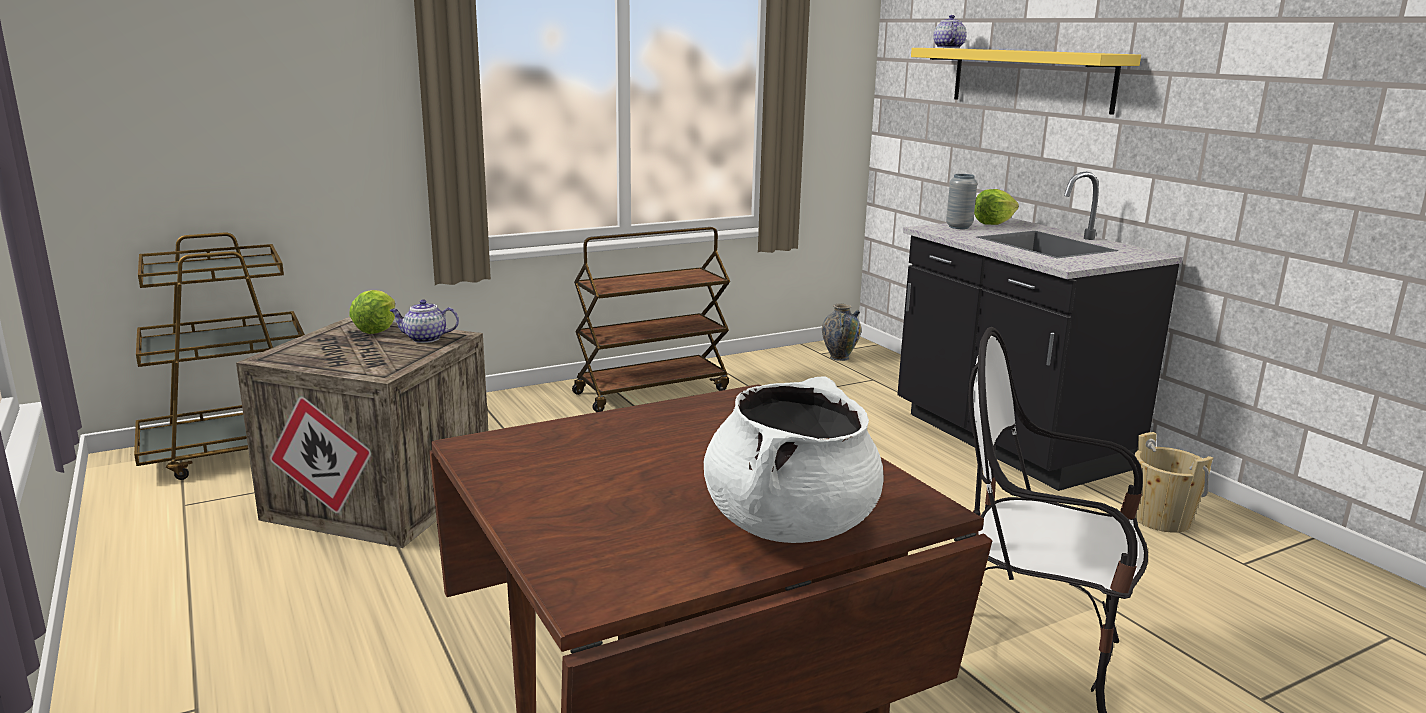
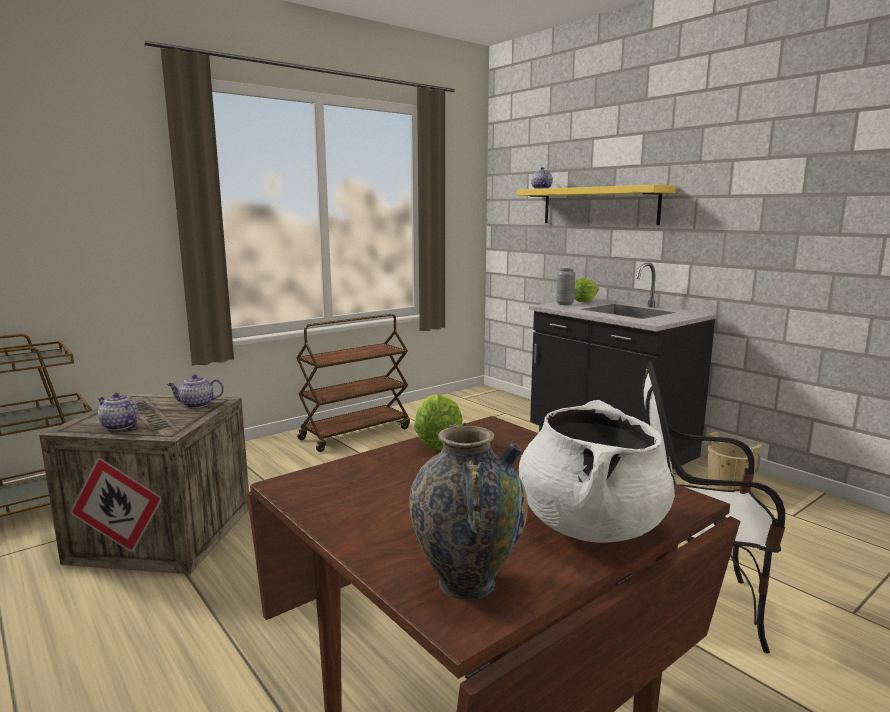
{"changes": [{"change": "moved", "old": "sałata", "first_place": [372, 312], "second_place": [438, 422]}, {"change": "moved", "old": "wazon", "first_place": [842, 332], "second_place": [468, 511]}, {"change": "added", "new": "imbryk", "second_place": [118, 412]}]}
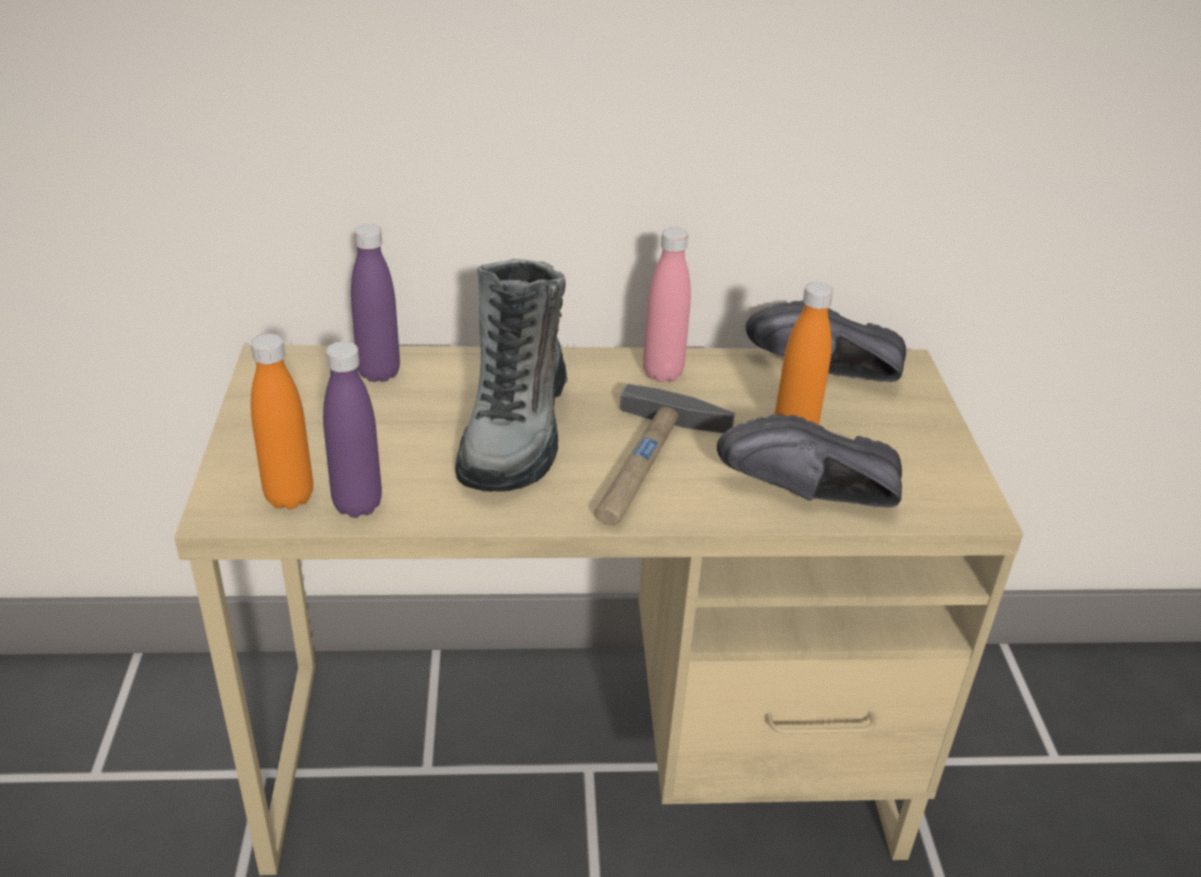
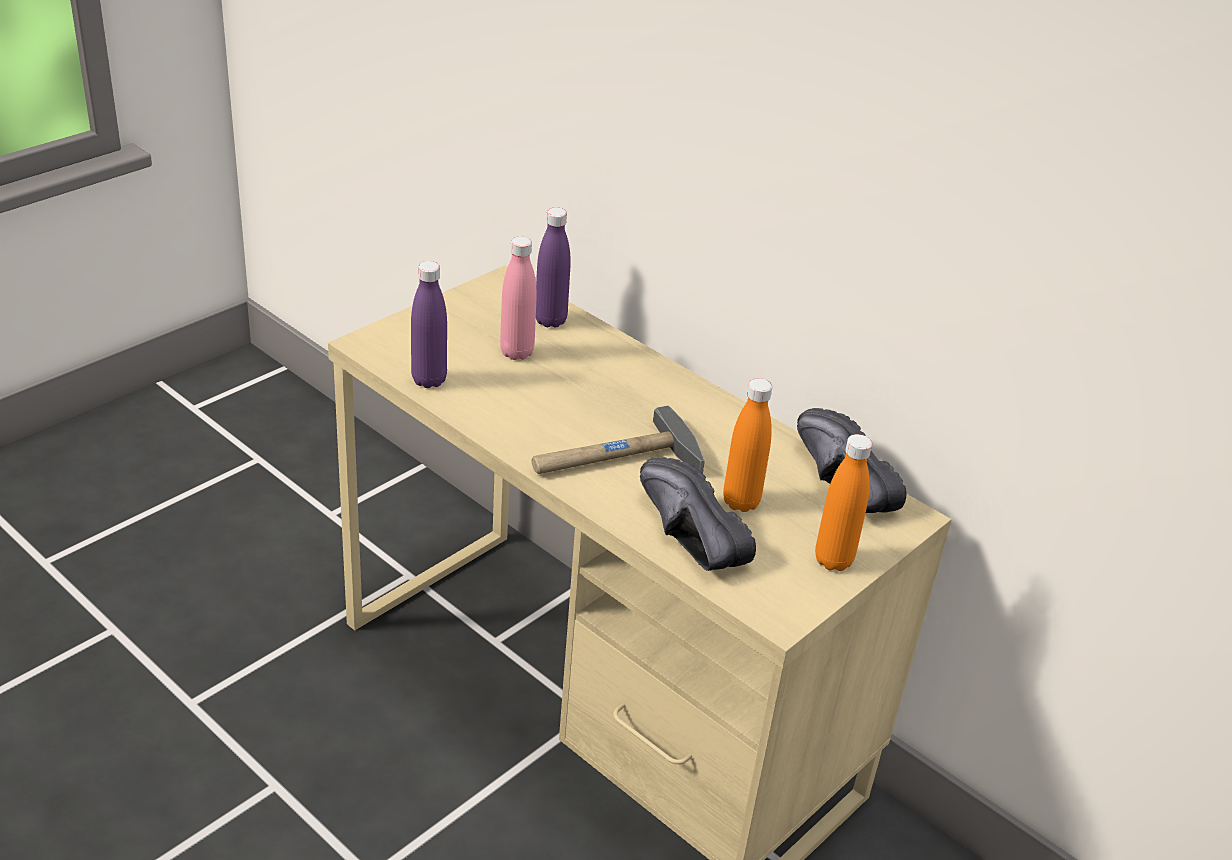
{"changes": [{"change": "moved", "old": "butelka [pomarańczowy]", "first_place": [282, 421], "second_place": [844, 502]}, {"change": "removed", "old": "but z cholewką", "first_place": [511, 375]}, {"change": "moved", "old": "butelka [różowy]", "first_place": [667, 304], "second_place": [518, 298]}]}
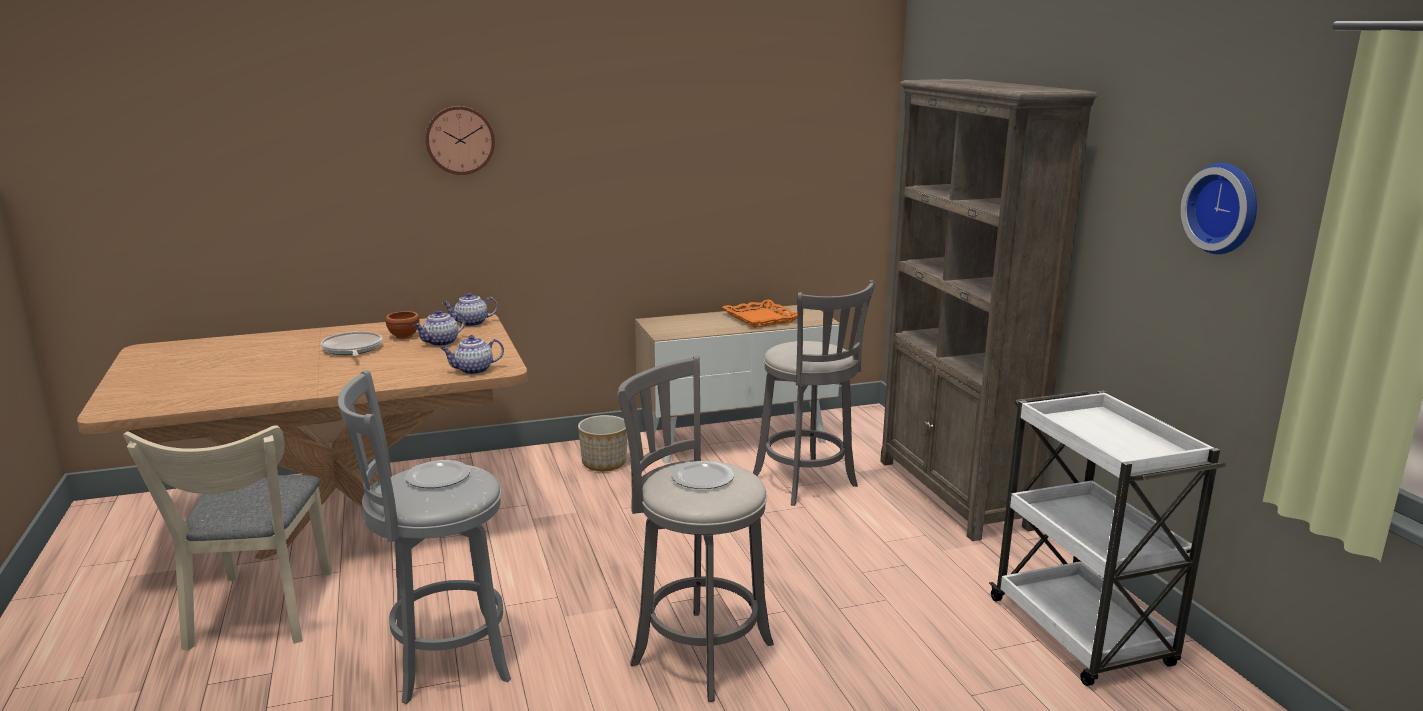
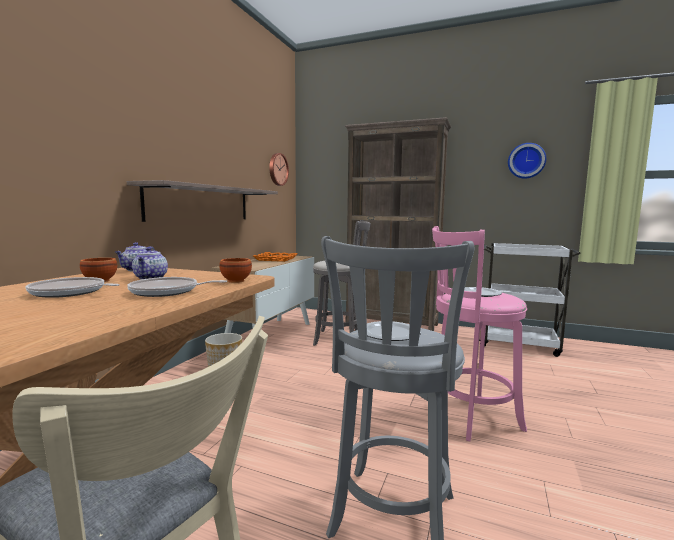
{"changes": [{"change": "moved", "old": "zegar ścienny", "first_place": [460, 140], "second_place": [279, 169]}, {"change": "replaced", "old": "imbryk", "new": "miska [brązowy]", "first_place": [472, 355], "second_place": [235, 270]}, {"change": "recoloured", "old": "stołek [szary]", "new": "stołek [różowy]", "first_place": [695, 529], "second_place": [479, 334]}, {"change": "added", "new": "półka", "second_place": [202, 201]}, {"change": "added", "new": "patelnia", "second_place": [177, 287]}]}
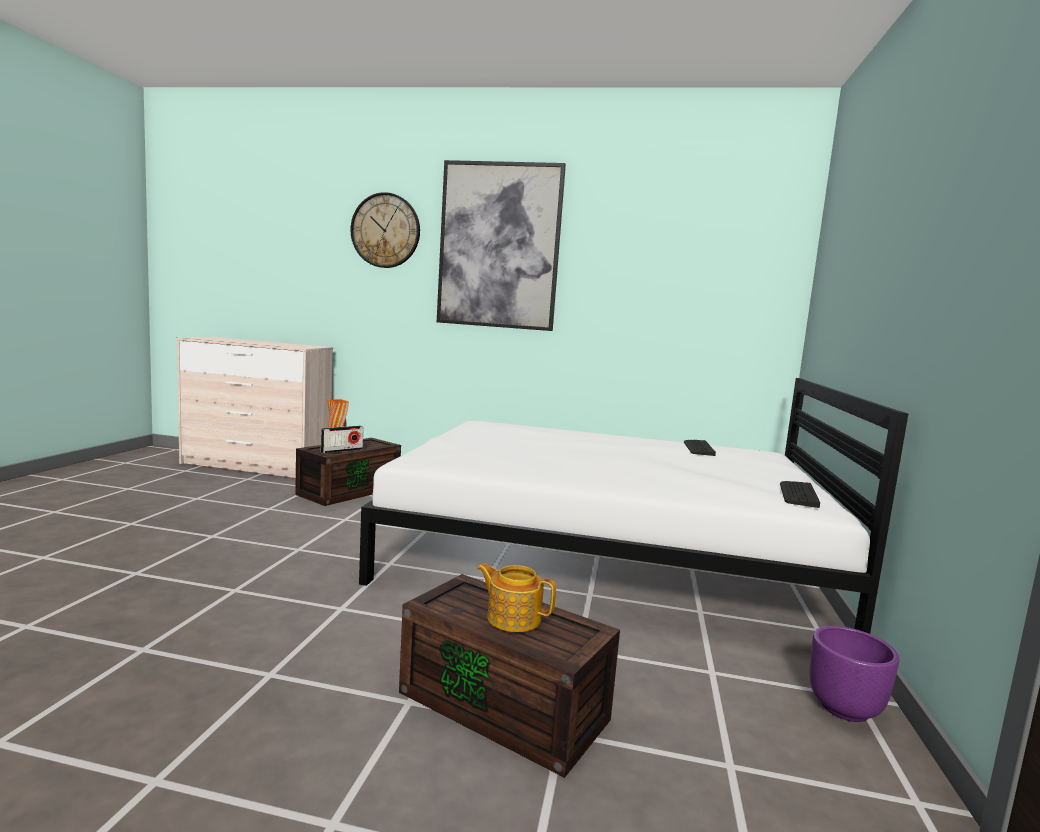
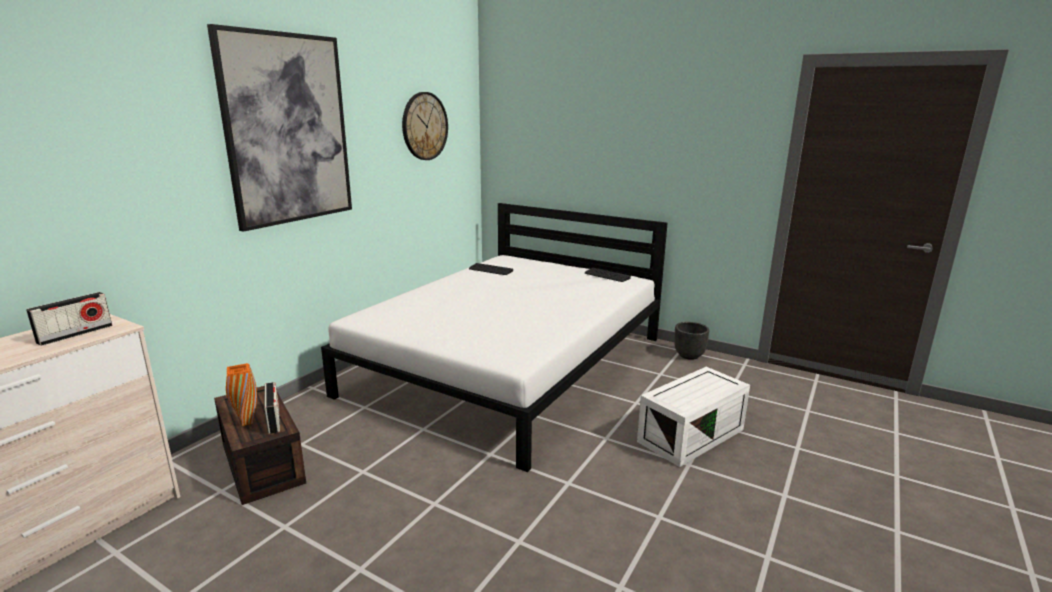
{"changes": [{"change": "moved", "old": "zegar ścienny", "first_place": [385, 230], "second_place": [425, 126]}, {"change": "recoloured", "old": "pojemnik do przechowywania [brązowy]", "new": "pojemnik do przechowywania [biały]", "first_place": [509, 676], "second_place": [693, 417]}, {"change": "removed", "old": "imbryk", "first_place": [516, 597]}, {"change": "recoloured", "old": "donica [fioletowy]", "new": "donica [czarny]", "first_place": [854, 674], "second_place": [691, 341]}, {"change": "added", "new": "radio", "second_place": [69, 319]}]}
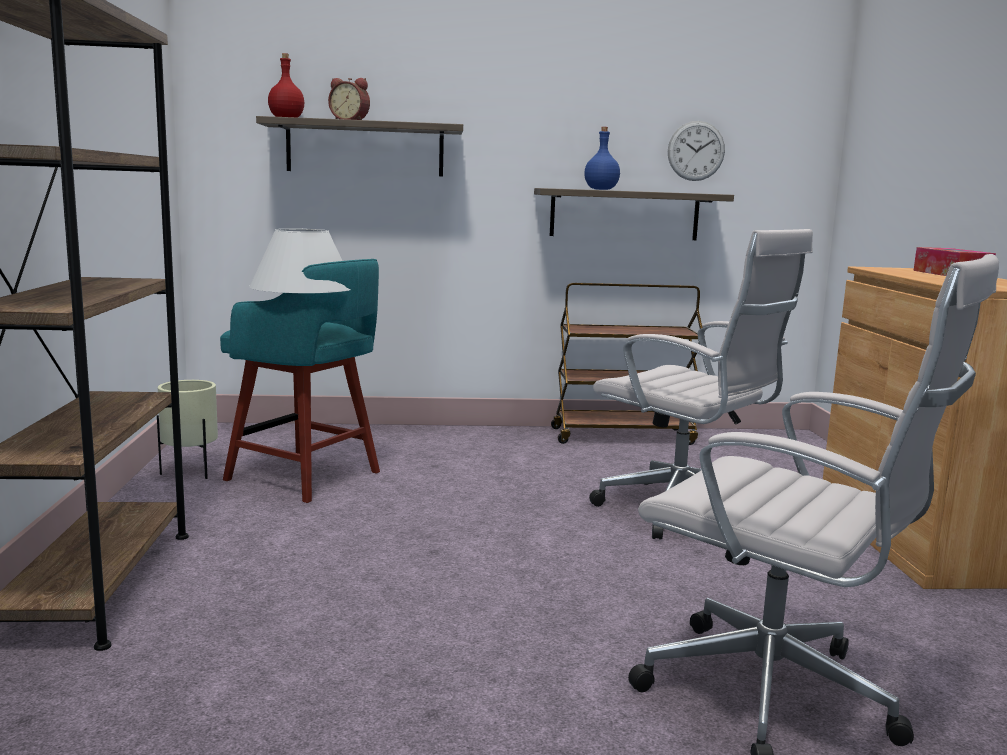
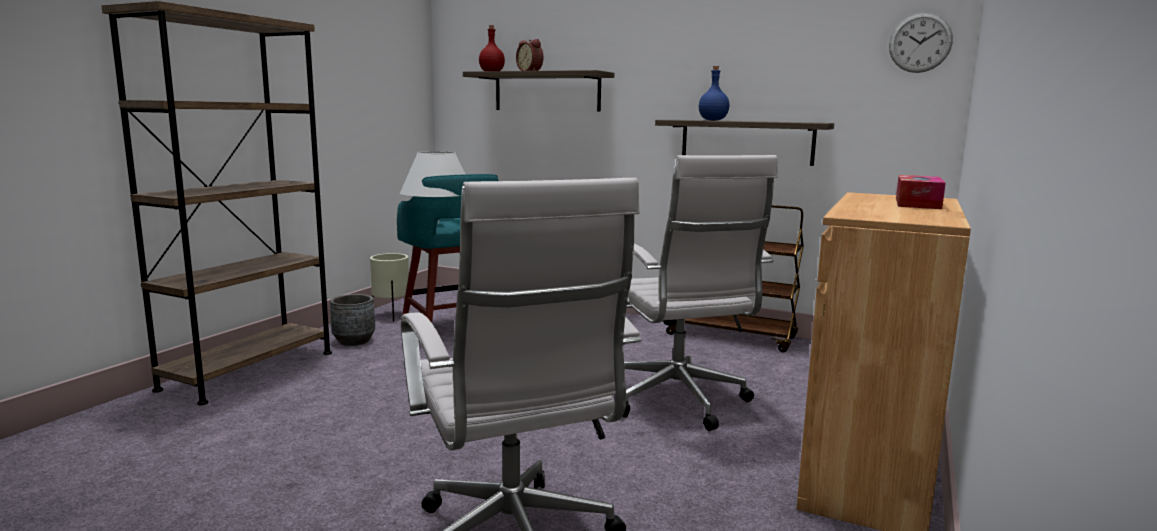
{"changes": [{"change": "moved", "old": "zegar ścienny", "first_place": [696, 151], "second_place": [921, 43]}, {"change": "added", "new": "donica [szary]", "second_place": [352, 320]}]}
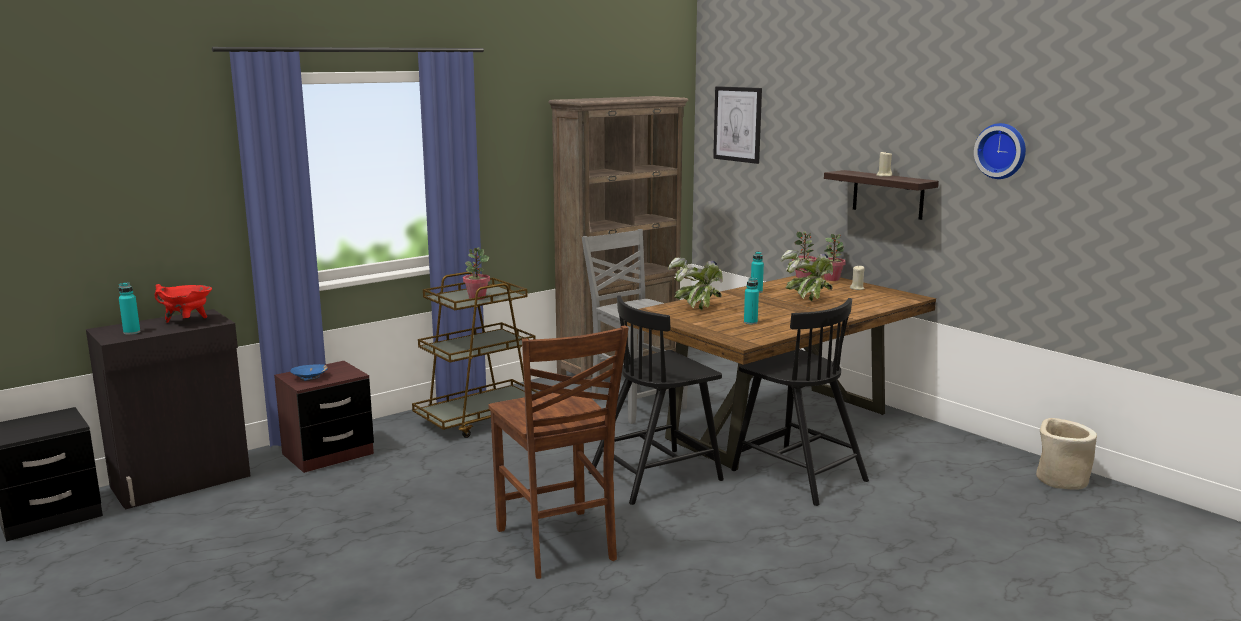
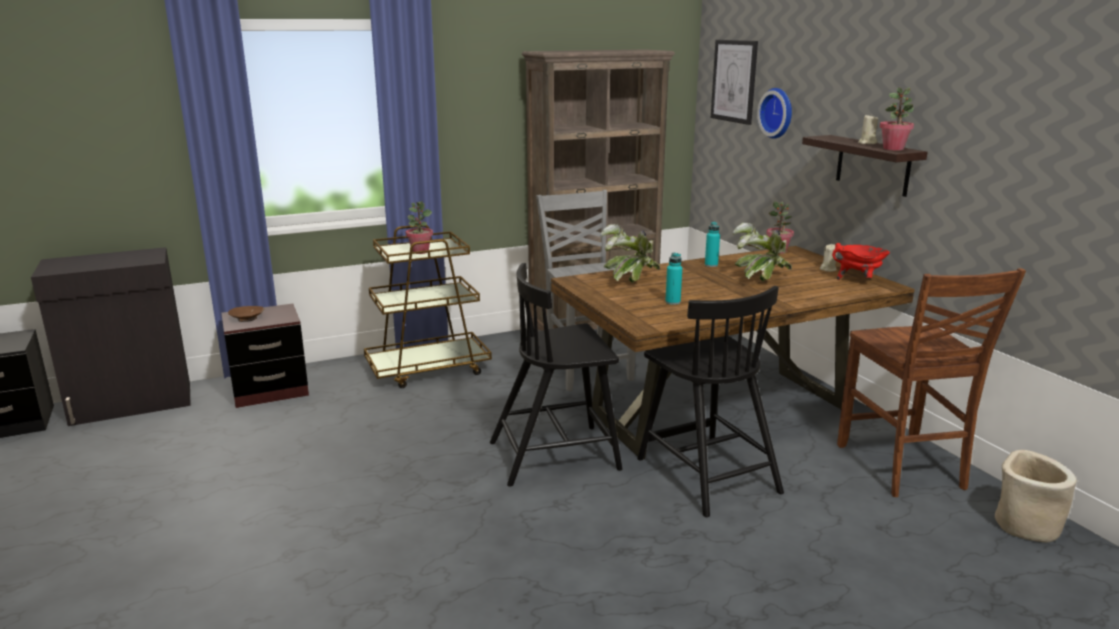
{"changes": [{"change": "removed", "old": "butelka [turkusowy]", "first_place": [129, 308]}, {"change": "moved", "old": "garnek [czerwony]", "first_place": [183, 303], "second_place": [861, 261]}, {"change": "recoloured", "old": "miska [niebieski]", "new": "miska [brązowy]", "first_place": [309, 372], "second_place": [246, 314]}, {"change": "moved", "old": "krzesło [brązowy]", "first_place": [559, 452], "second_place": [931, 382]}, {"change": "moved", "old": "roślina doniczkowa", "first_place": [835, 257], "second_place": [897, 118]}, {"change": "moved", "old": "zegar ścienny", "first_place": [1000, 151], "second_place": [774, 113]}]}
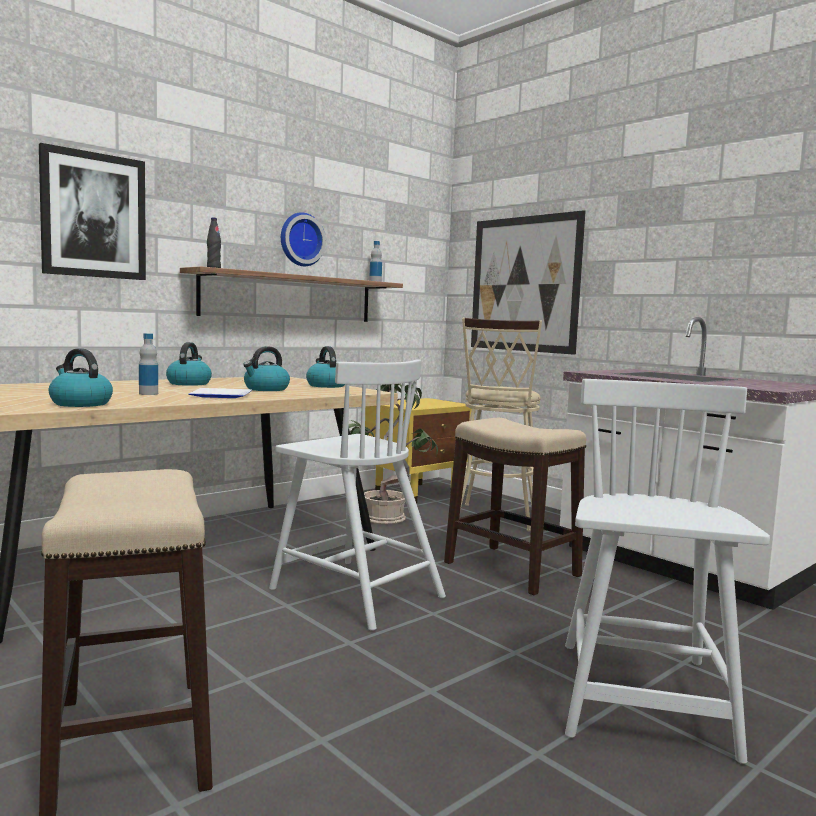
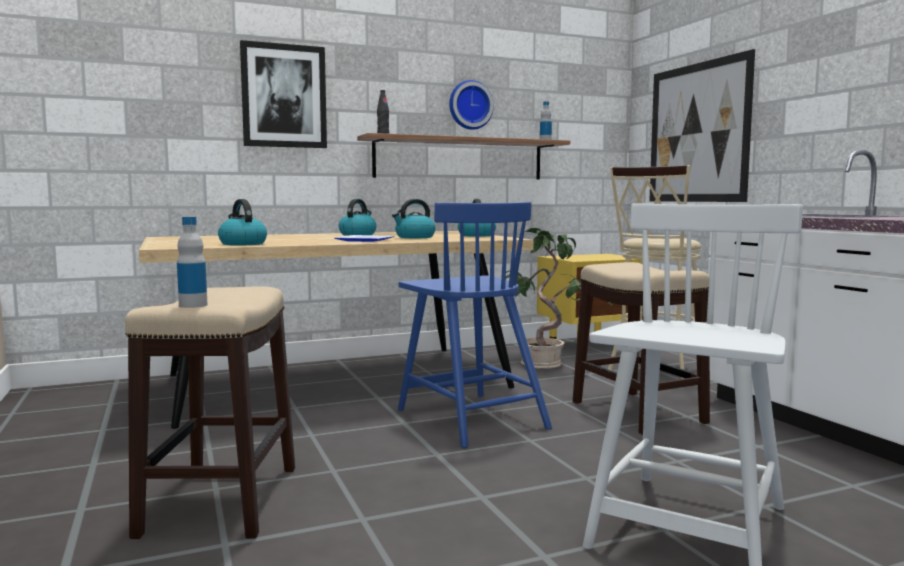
{"changes": [{"change": "moved", "old": "butelka", "first_place": [148, 364], "second_place": [192, 262]}, {"change": "recoloured", "old": "krzesło [biały]", "new": "krzesło [niebieski]", "first_place": [357, 495], "second_place": [475, 325]}]}
